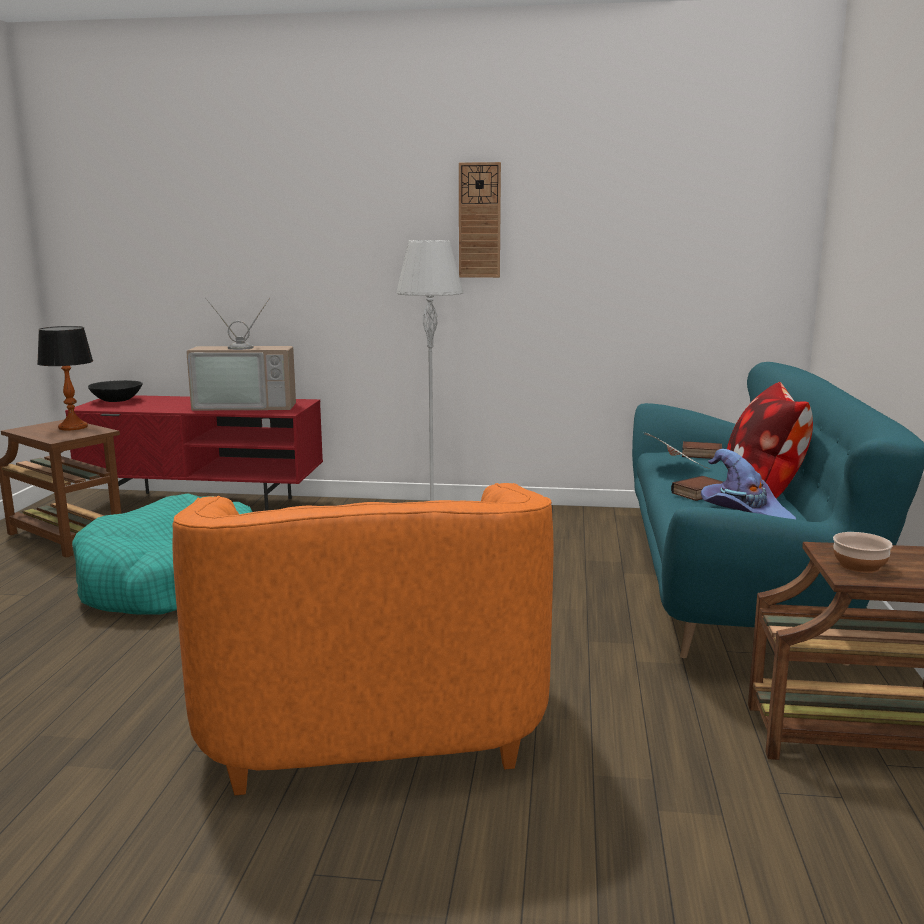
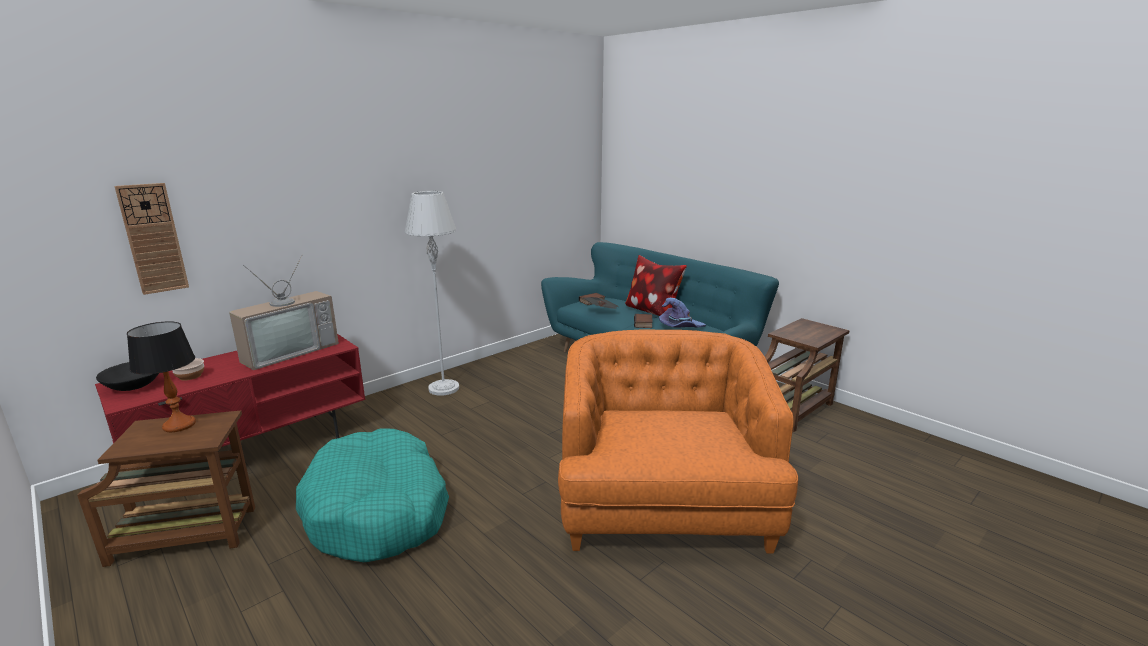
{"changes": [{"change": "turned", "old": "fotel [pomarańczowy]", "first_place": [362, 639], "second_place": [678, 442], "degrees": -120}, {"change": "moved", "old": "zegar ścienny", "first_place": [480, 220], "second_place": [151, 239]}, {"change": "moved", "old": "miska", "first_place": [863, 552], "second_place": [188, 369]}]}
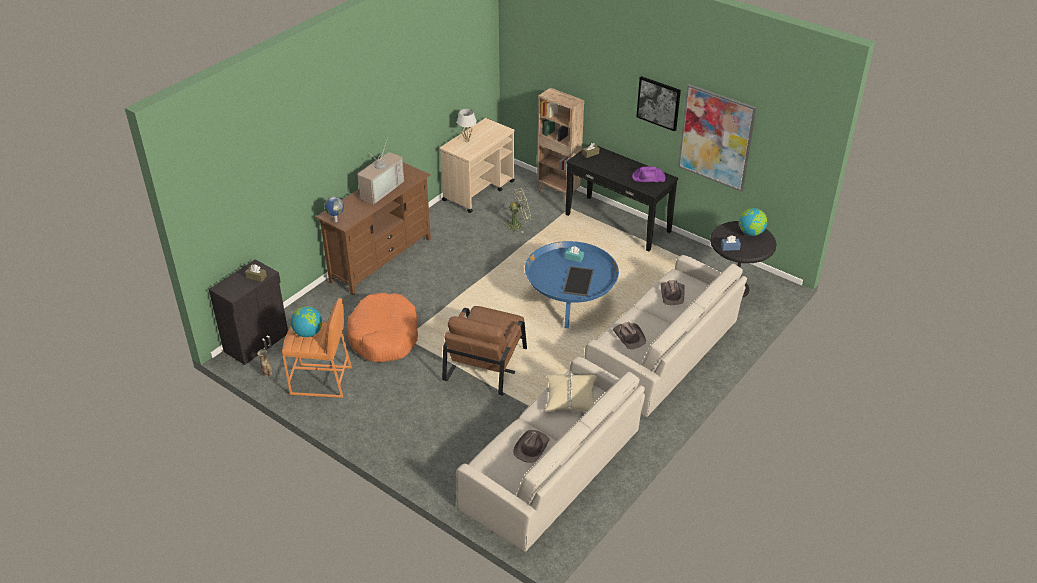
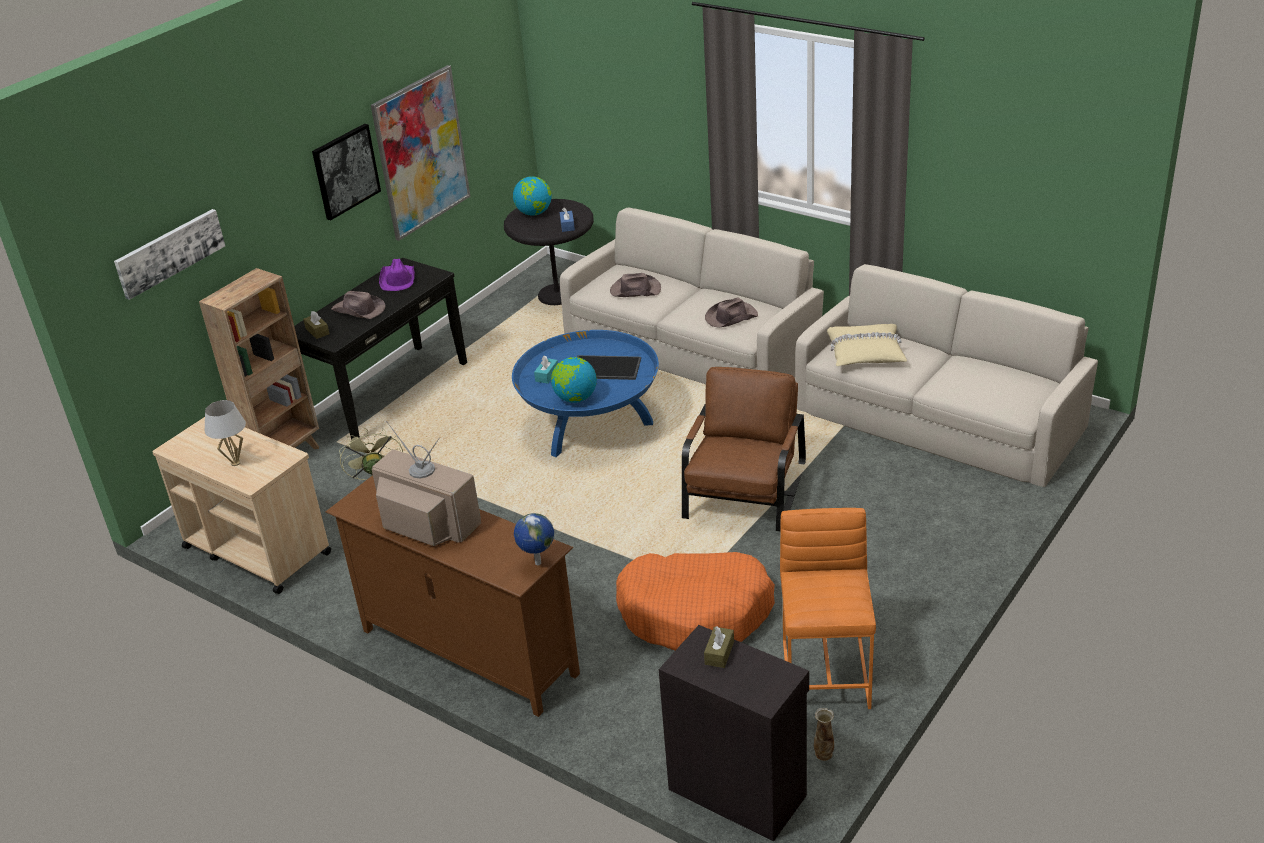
{"changes": [{"change": "moved", "old": "globus", "first_place": [306, 321], "second_place": [574, 380]}, {"change": "turned", "old": "fotel [brązowy]", "first_place": [484, 351], "second_place": [744, 449], "degrees": -90}, {"change": "moved", "old": "kapelusz [brązowy]", "first_place": [531, 446], "second_place": [358, 305]}, {"change": "added", "new": "obraz", "second_place": [169, 254]}]}
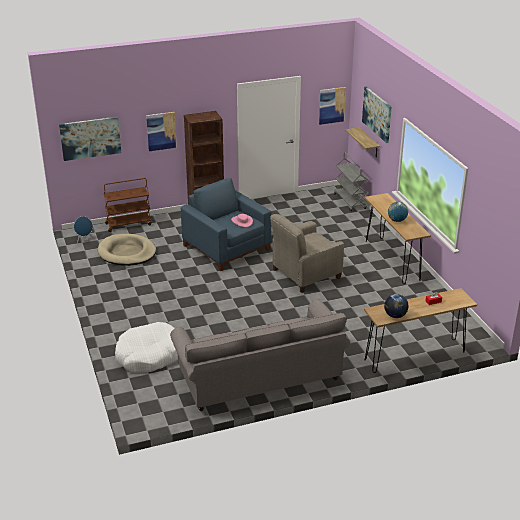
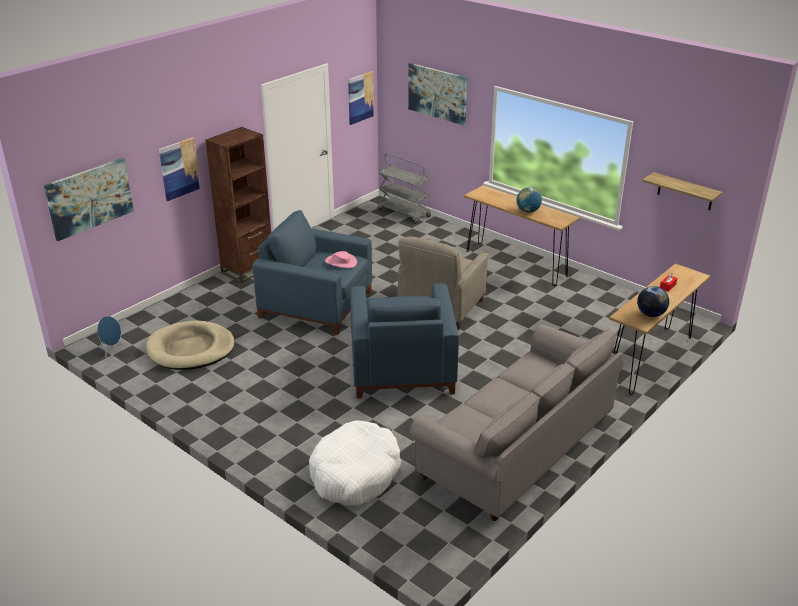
{"changes": [{"change": "removed", "old": "wózek [brązowy]", "first_place": [128, 205]}, {"change": "moved", "old": "półka", "first_place": [362, 142], "second_place": [682, 191]}, {"change": "added", "new": "fotel [niebieski]", "second_place": [404, 340]}]}
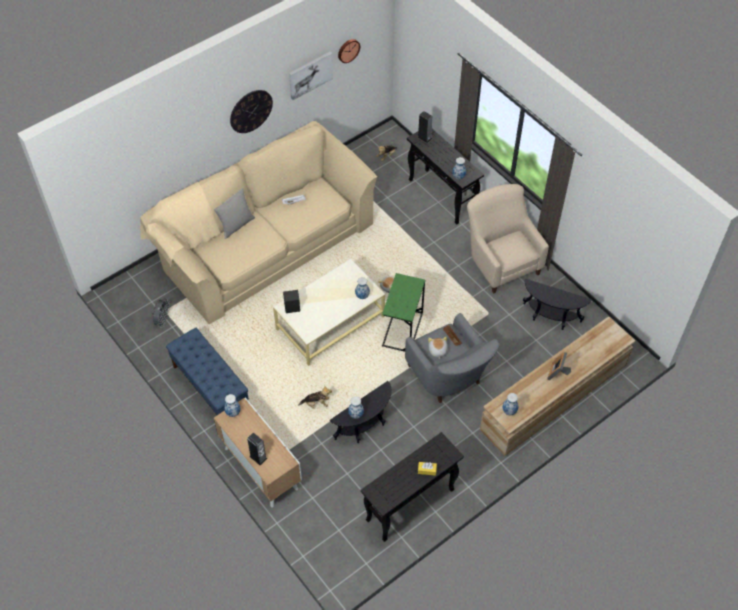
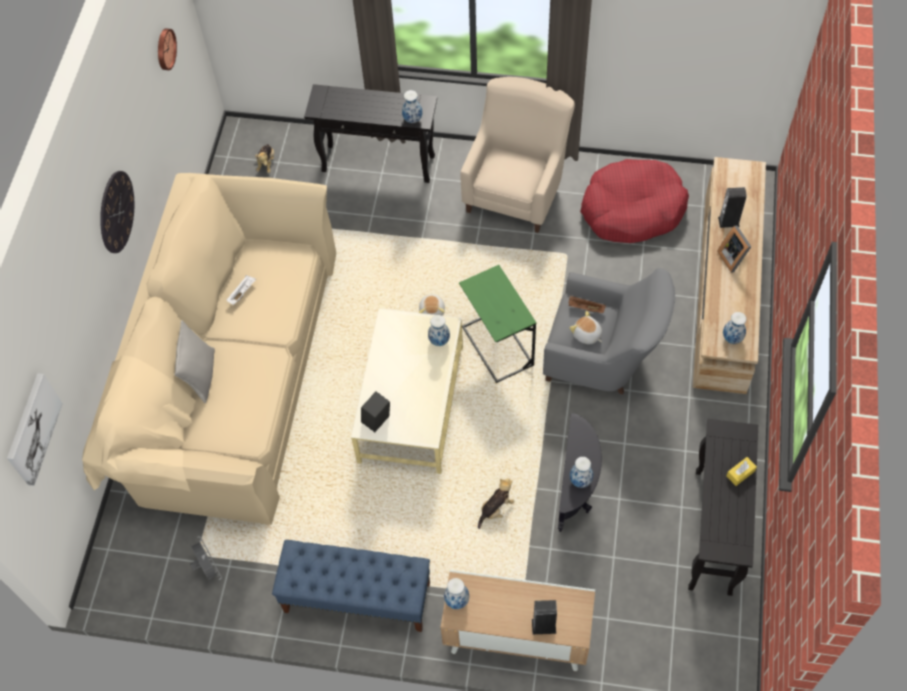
{"changes": [{"change": "moved", "old": "obraz", "first_place": [311, 76], "second_place": [35, 429]}, {"change": "moved", "old": "głośnik", "first_place": [425, 127], "second_place": [732, 207]}, {"change": "turned", "old": "fotel [beżowy]", "first_place": [508, 239], "second_place": [517, 155], "degrees": 90}, {"change": "replaced", "old": "stolik [czarny]", "new": "legowisko [czerwony]", "first_place": [557, 304], "second_place": [634, 201]}]}
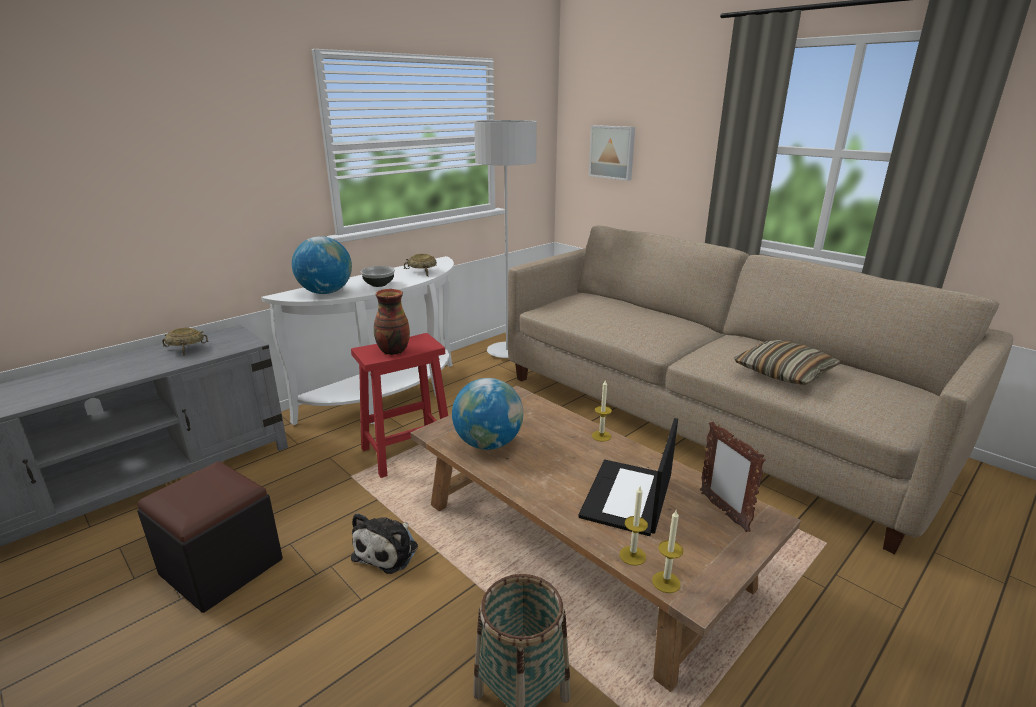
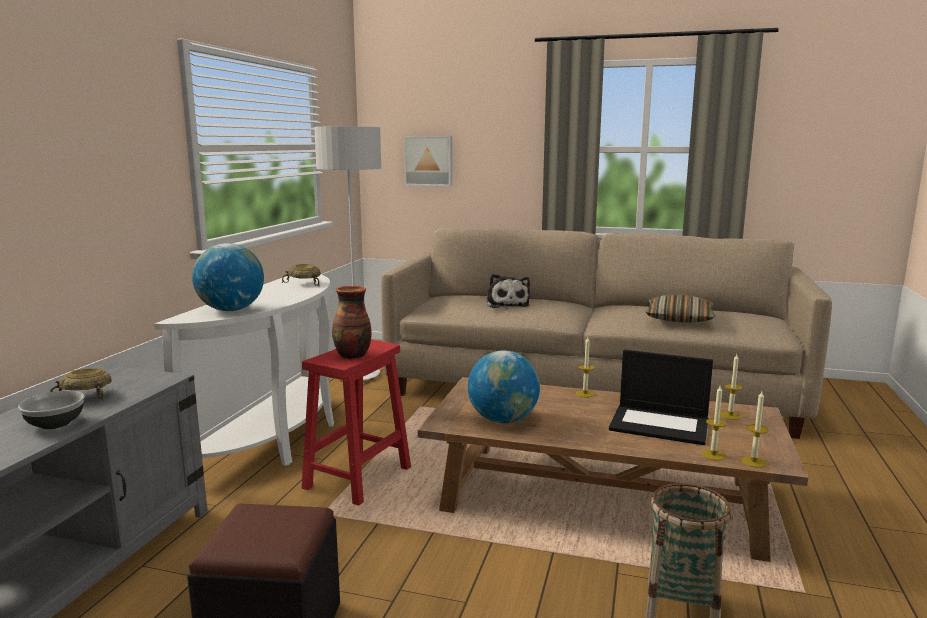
{"changes": [{"change": "moved", "old": "pluszak", "first_place": [384, 543], "second_place": [508, 291]}, {"change": "moved", "old": "miska", "first_place": [378, 276], "second_place": [51, 410]}, {"change": "turned", "old": "laptop", "first_place": [628, 477], "second_place": [661, 397], "degrees": -60}, {"change": "replaced", "old": "ramka na zdjęcie", "new": "świeca", "first_place": [733, 476], "second_place": [731, 387]}]}
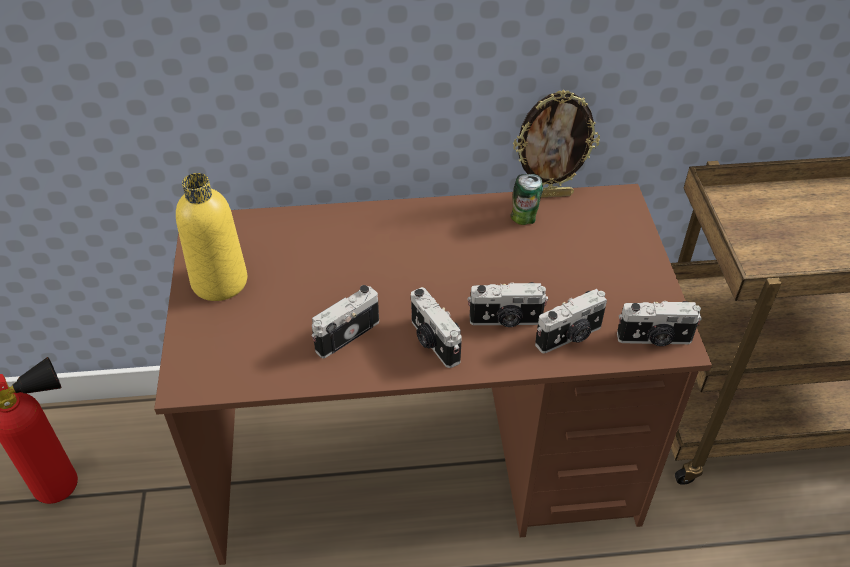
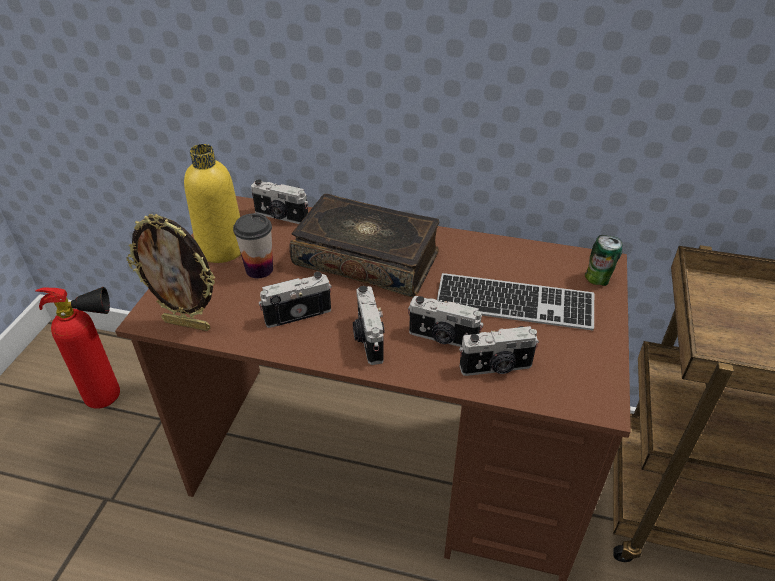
{"changes": [{"change": "moved", "old": "puszka", "first_place": [526, 199], "second_place": [603, 260]}, {"change": "moved", "old": "ramka na zdjęcie", "first_place": [556, 144], "second_place": [170, 272]}, {"change": "moved", "old": "aparat fotograficzny", "first_place": [659, 323], "second_place": [279, 201]}, {"change": "added", "new": "filiżanka", "second_place": [253, 245]}, {"change": "added", "new": "książka", "second_place": [364, 245]}, {"change": "added", "new": "klawiatura", "second_place": [515, 301]}]}
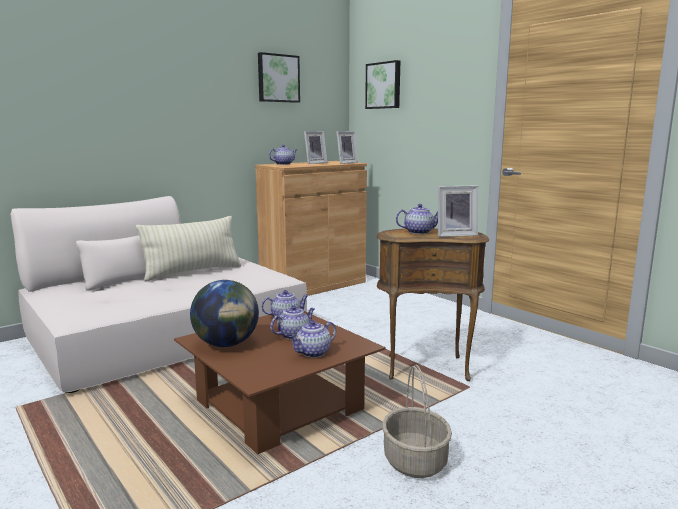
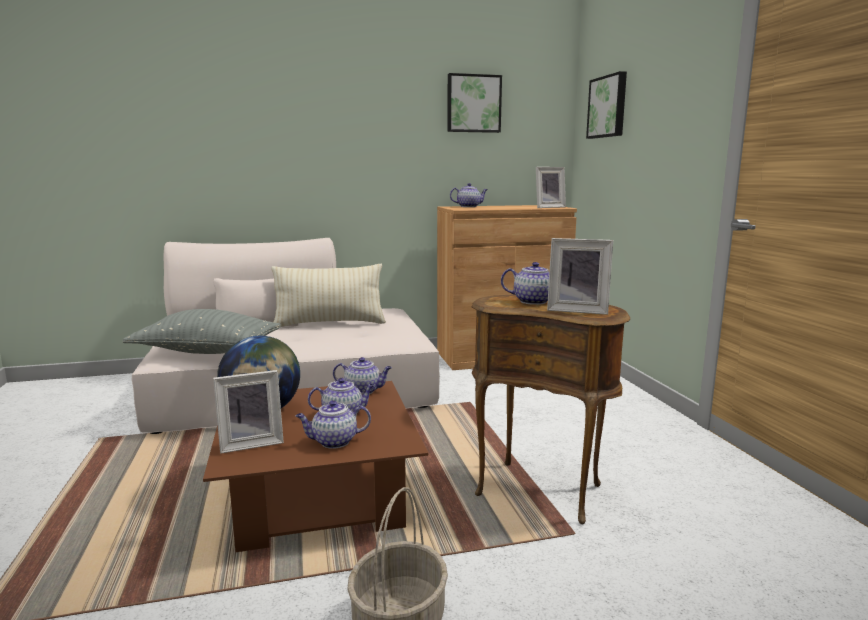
{"changes": [{"change": "moved", "old": "ramka na zdjęcie", "first_place": [315, 147], "second_place": [248, 412]}, {"change": "added", "new": "poduszka [szary]", "second_place": [201, 331]}]}
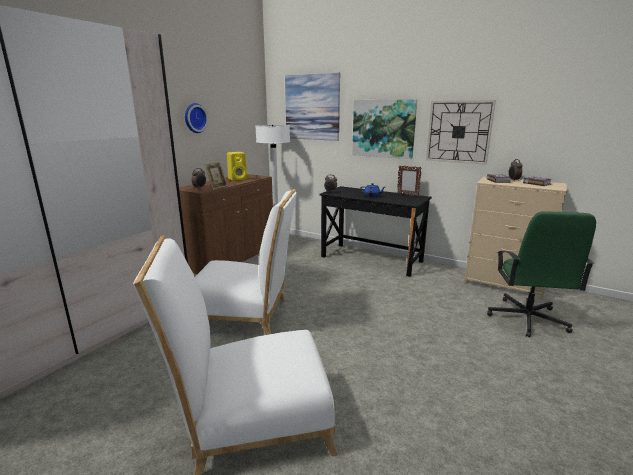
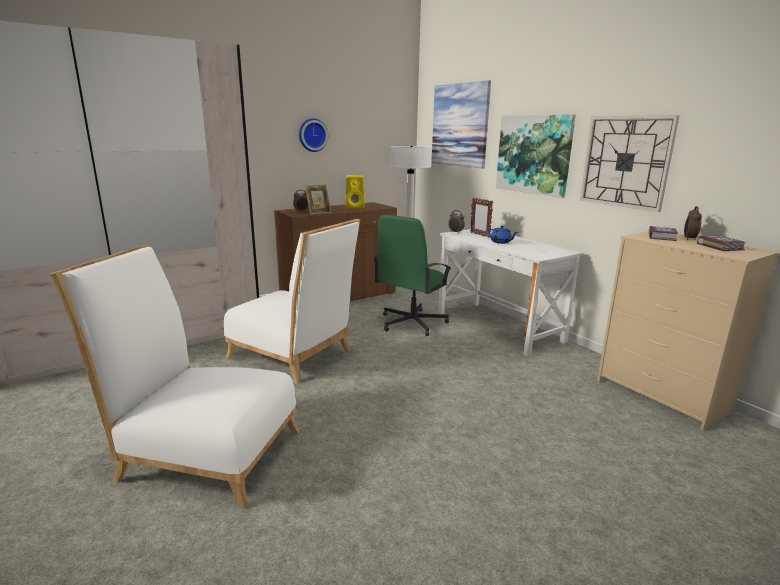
{"changes": [{"change": "recoloured", "old": "biurko [czarny]", "new": "biurko [biały]", "first_place": [375, 231], "second_place": [511, 293]}, {"change": "moved", "old": "ramka na zdjęcie", "first_place": [409, 181], "second_place": [482, 218]}, {"change": "moved", "old": "krzesło biurowe [zielony]", "first_place": [541, 274], "second_place": [412, 275]}]}
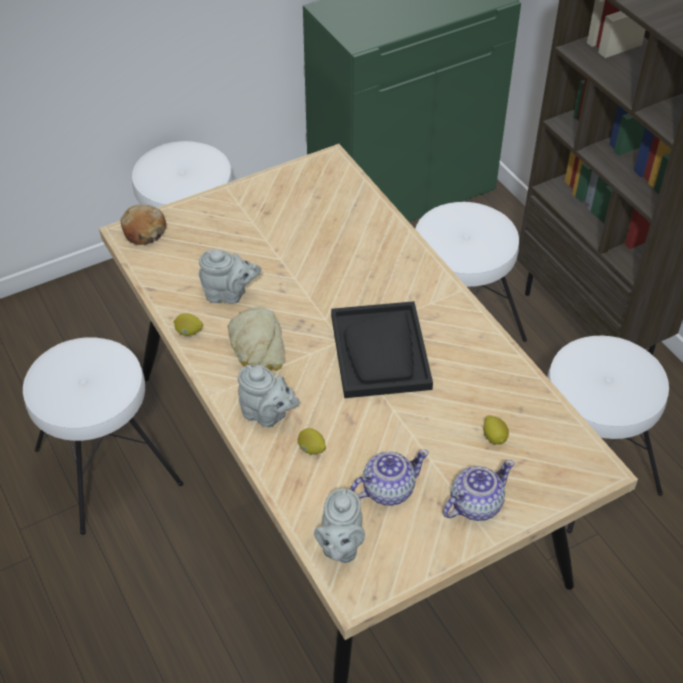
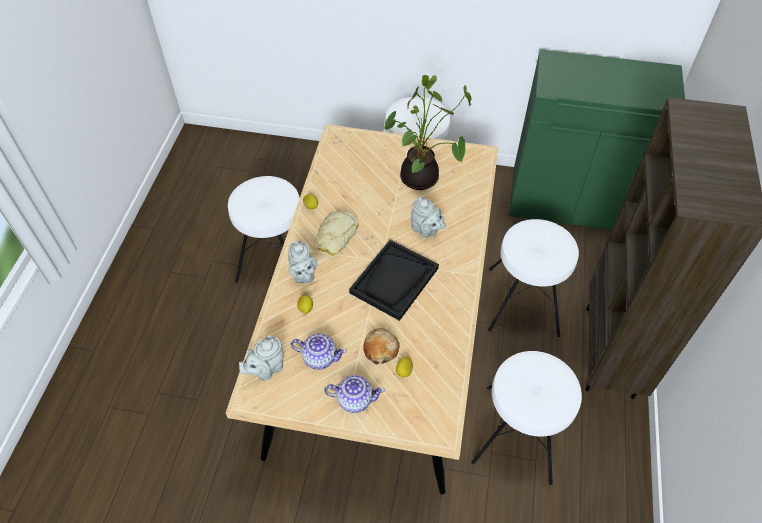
{"changes": [{"change": "moved", "old": "chleb", "first_place": [143, 225], "second_place": [382, 346]}, {"change": "moved", "old": "imbryk [szary]", "first_place": [230, 276], "second_place": [428, 217]}, {"change": "added", "new": "roślina doniczkowa", "second_place": [427, 132]}]}
